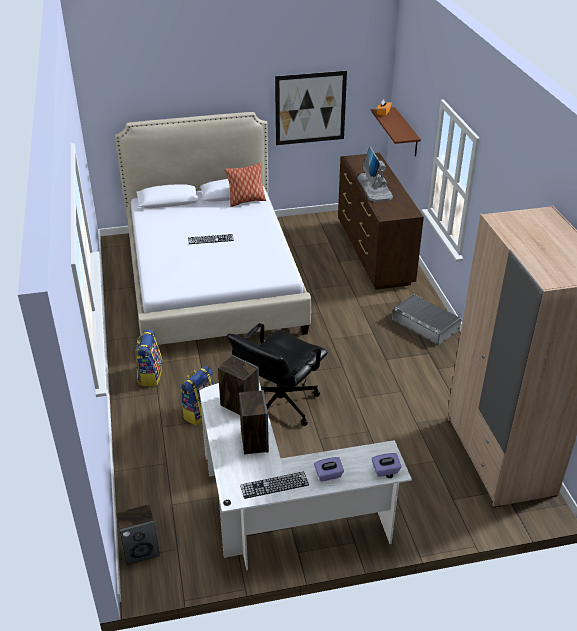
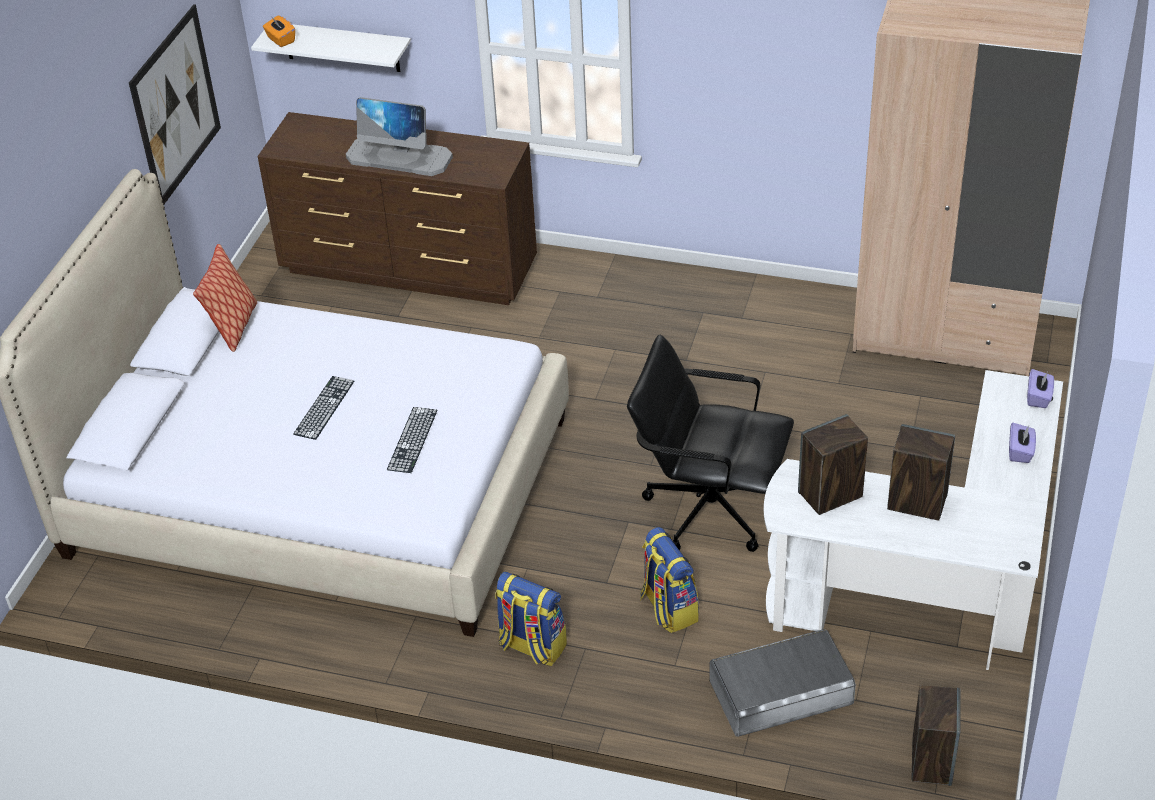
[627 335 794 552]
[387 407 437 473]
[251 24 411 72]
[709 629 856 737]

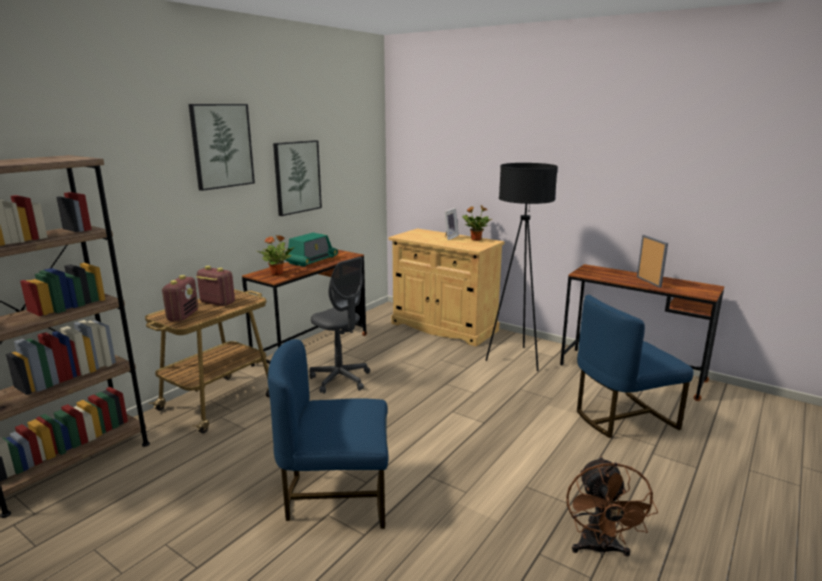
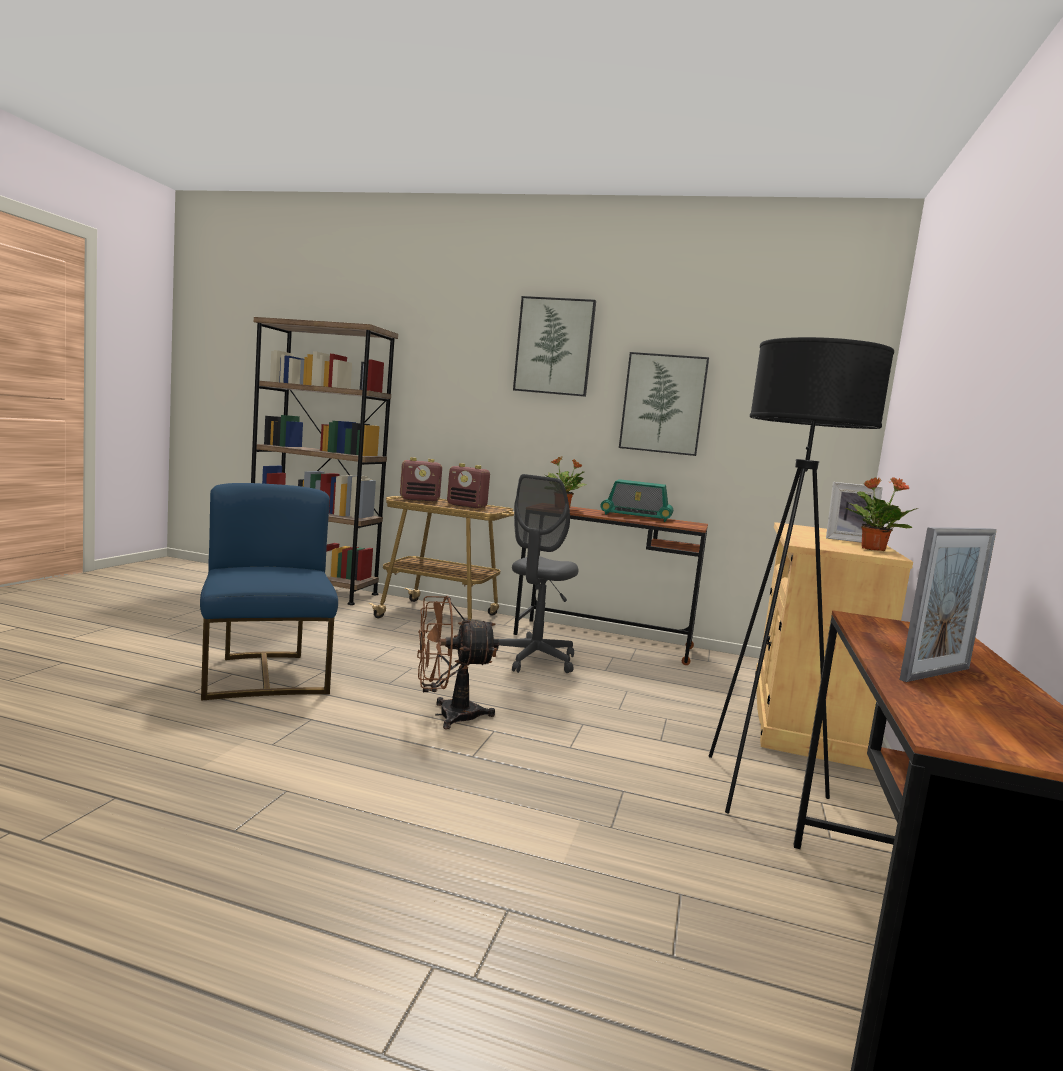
[447 463 490 508]
[417 596 499 729]
[577 295 694 438] (first image)

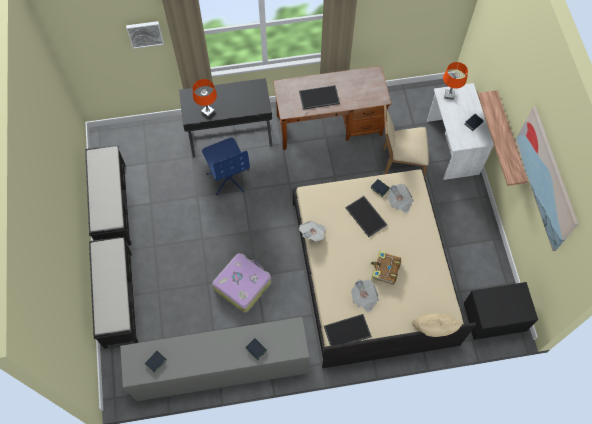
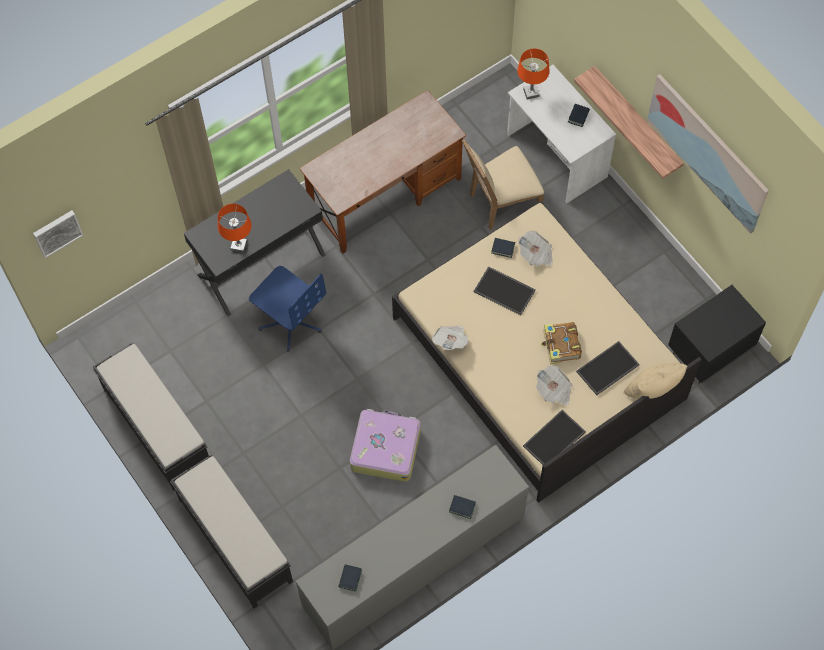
[33 210 83 258]
[576 341 640 395]

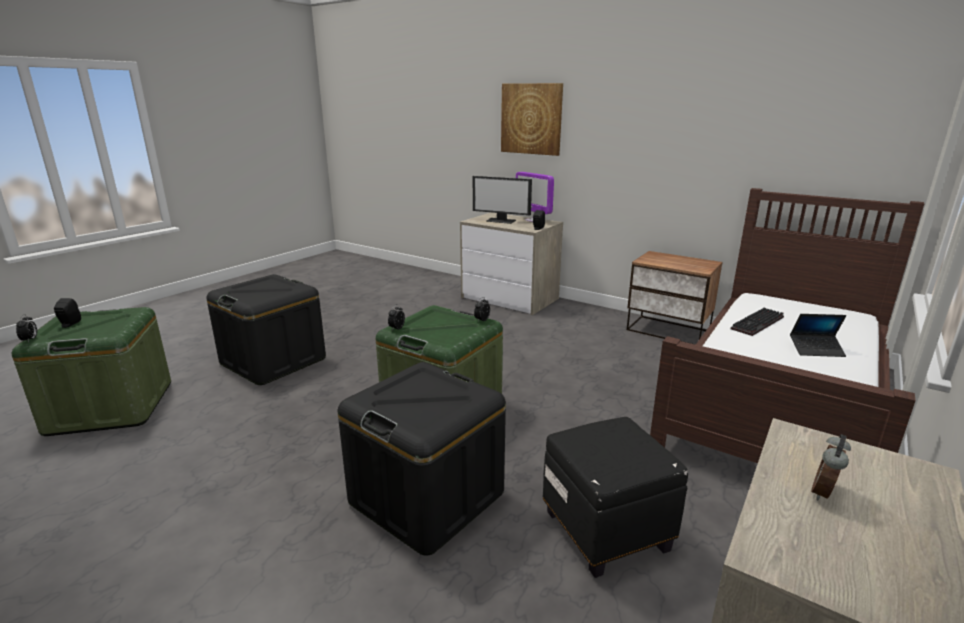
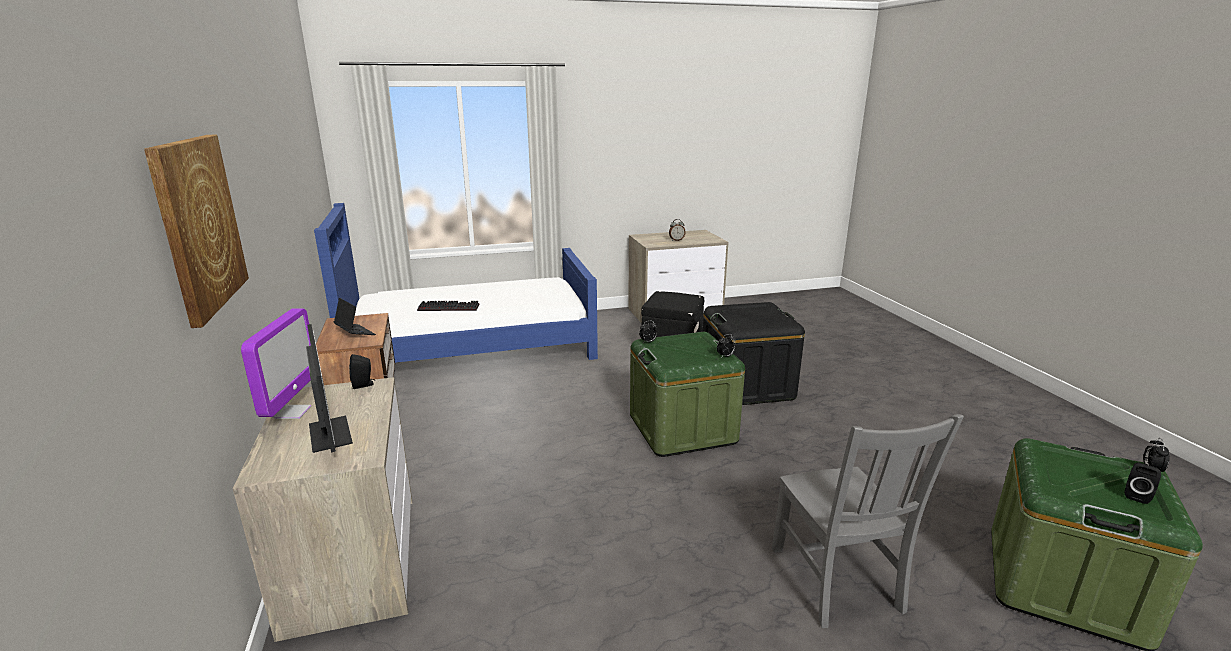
[772 414 964 628]
[314 203 598 363]
[334 298 376 335]

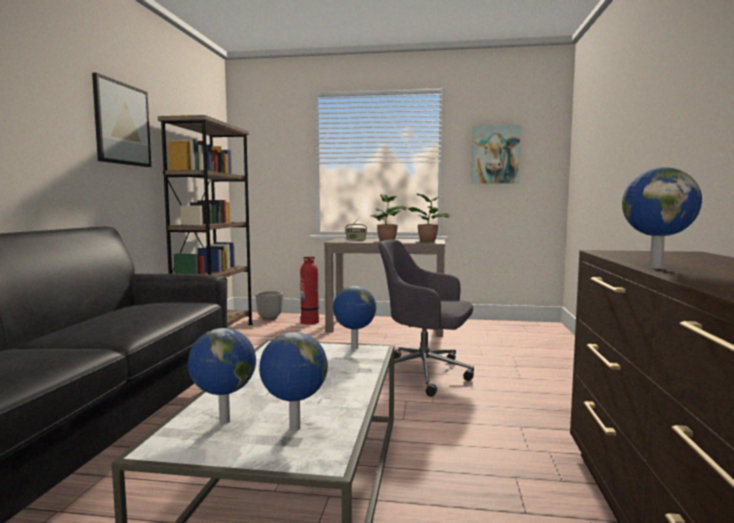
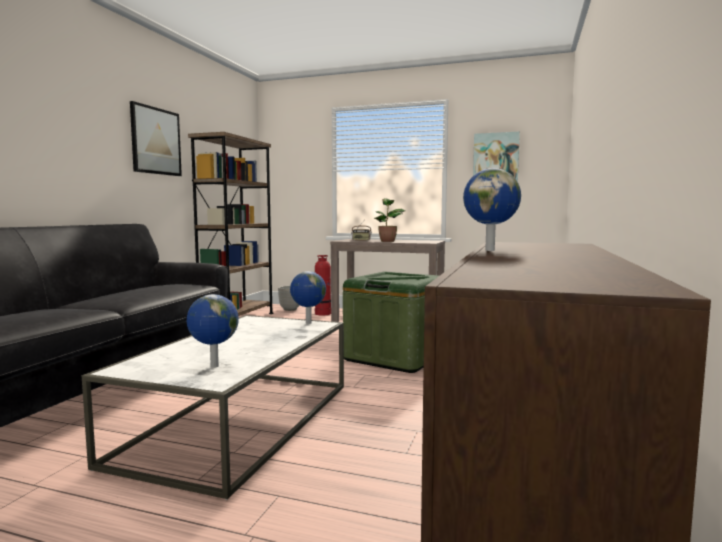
[188 328 256 424] (first image)
[343 272 439 373]
[409 194 451 242] (first image)

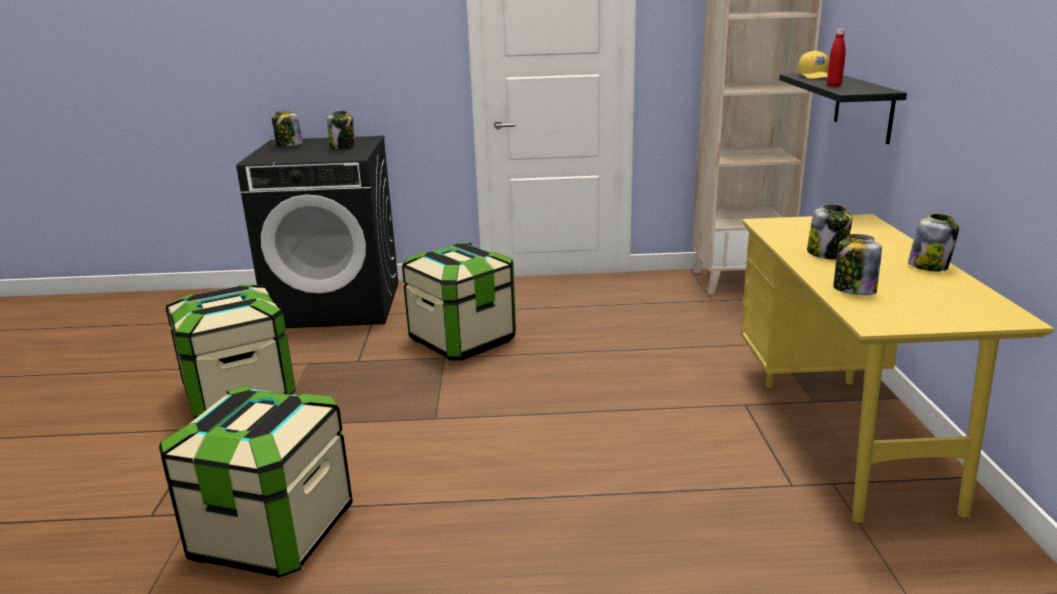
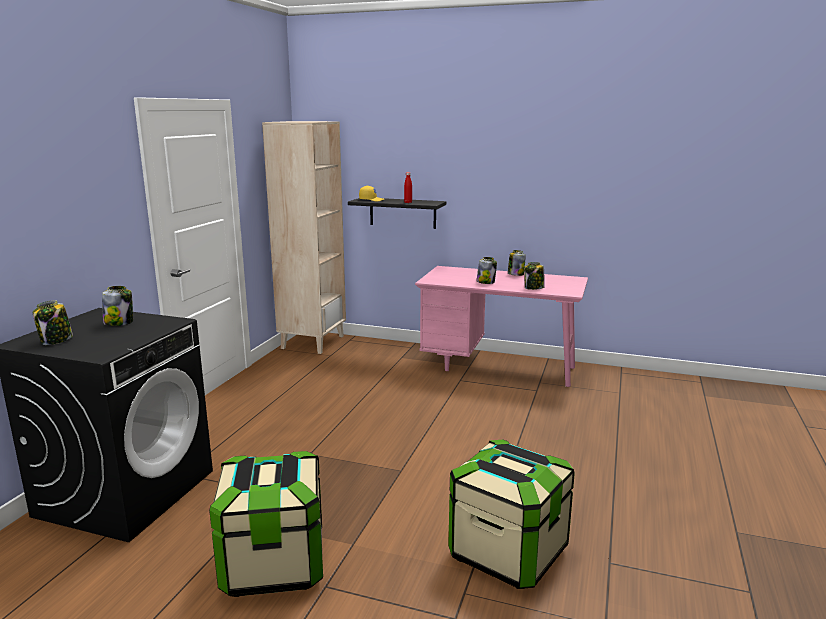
[402 243 516 360] (first image)
[415 266 588 387]

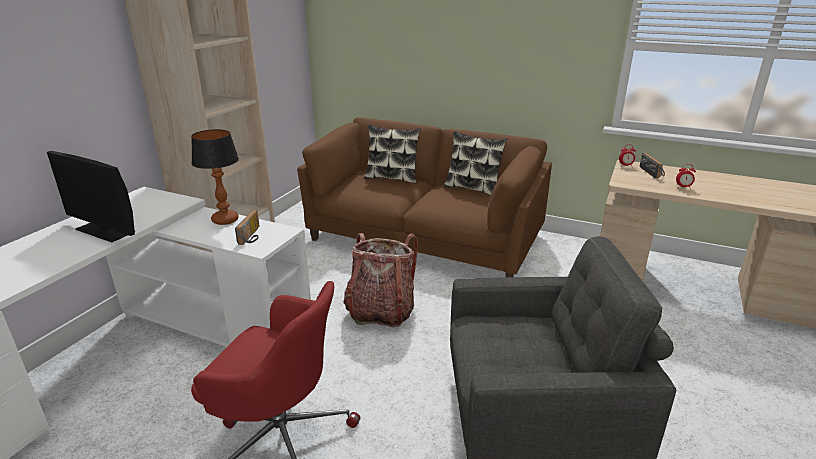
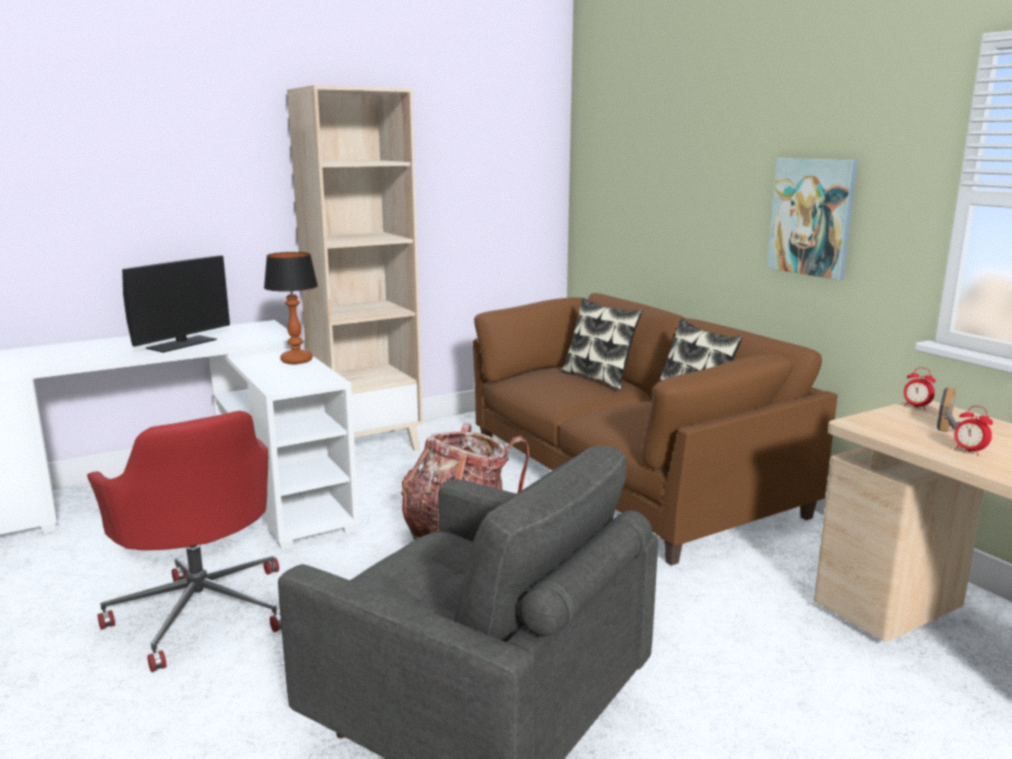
[122 255 230 353]
[235 210 260 245] (first image)
[767 158 858 280]

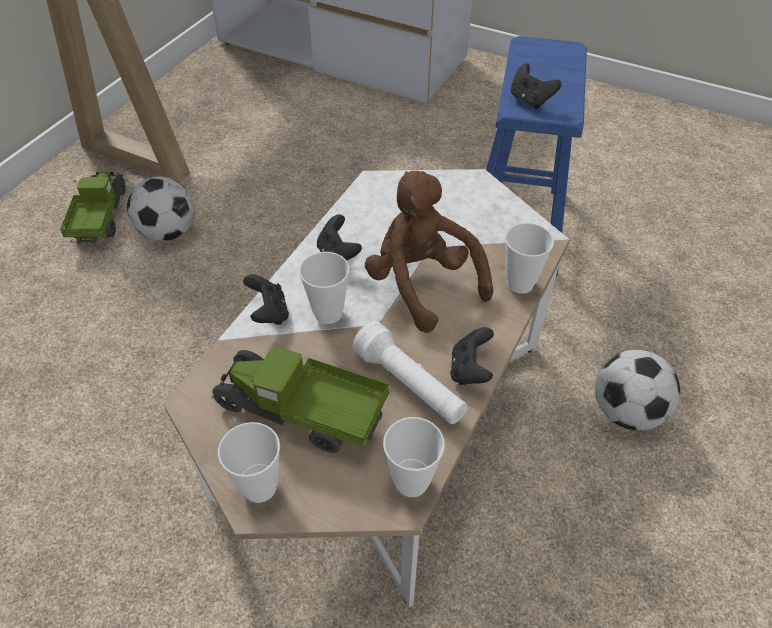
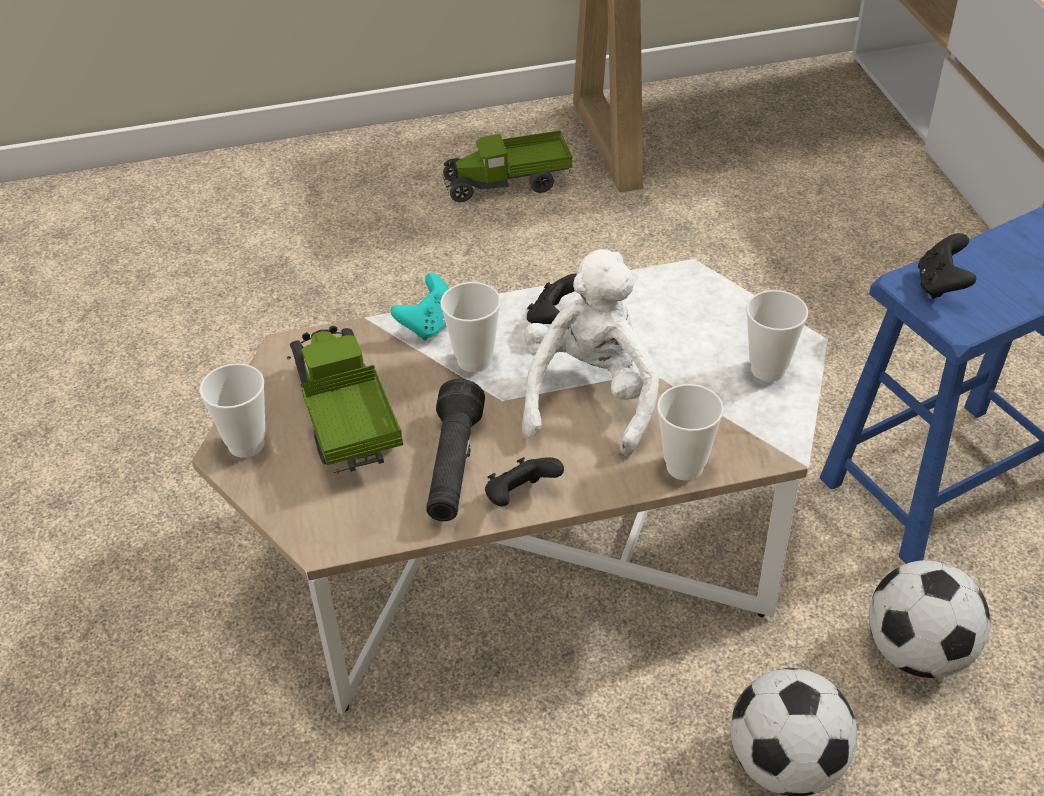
[442 130 573 202]
[869 560 990 678]
[391 273 449 340]
[426 379 485 521]
[522 249 659 456]
[746 290 808 382]

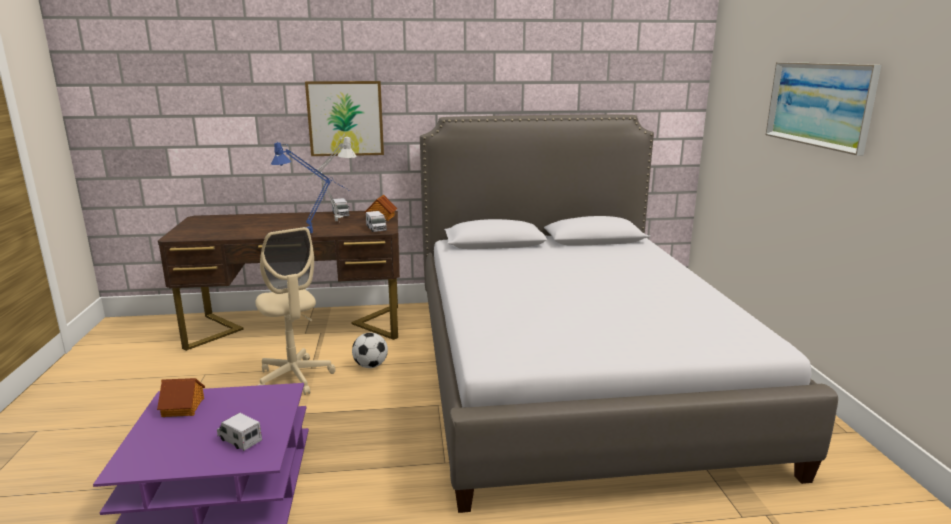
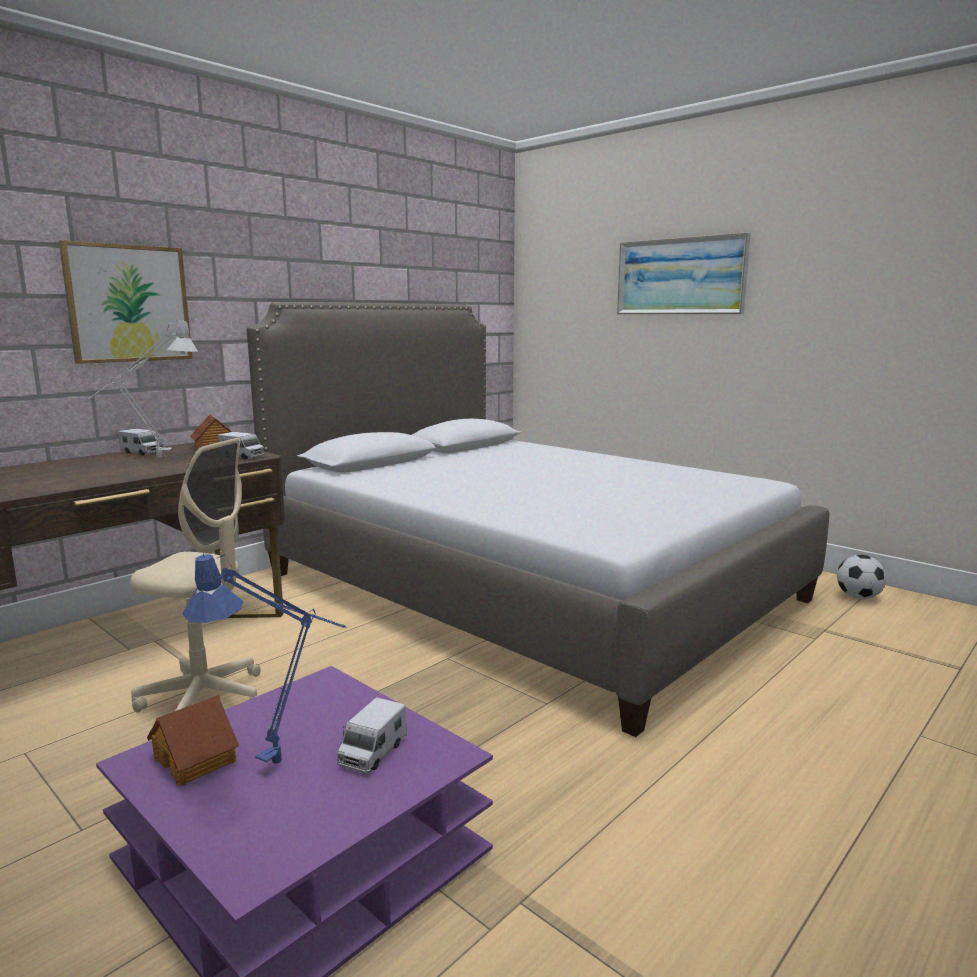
[337 697 407 774]
[182 552 346 764]
[837 555 887 599]

